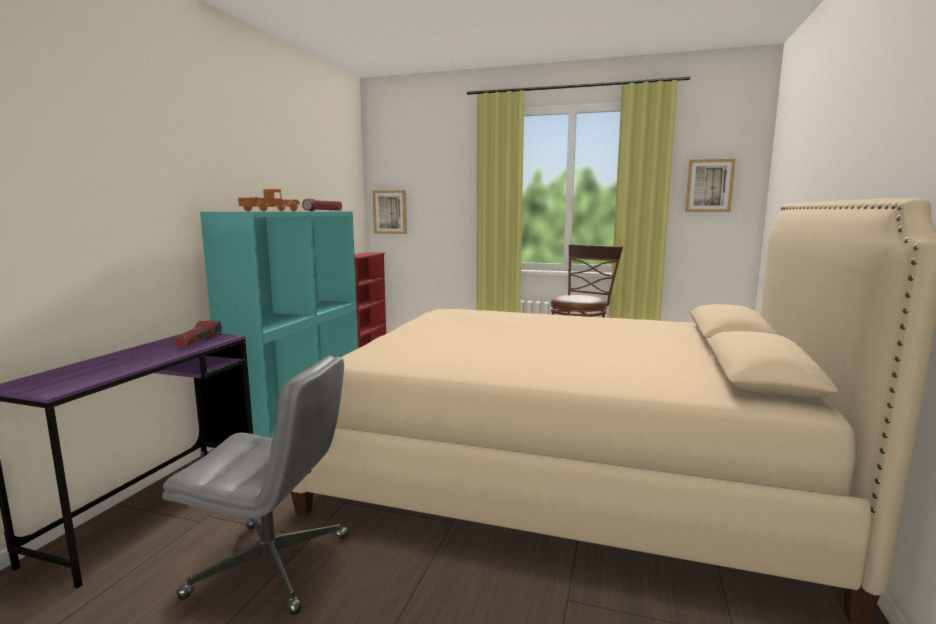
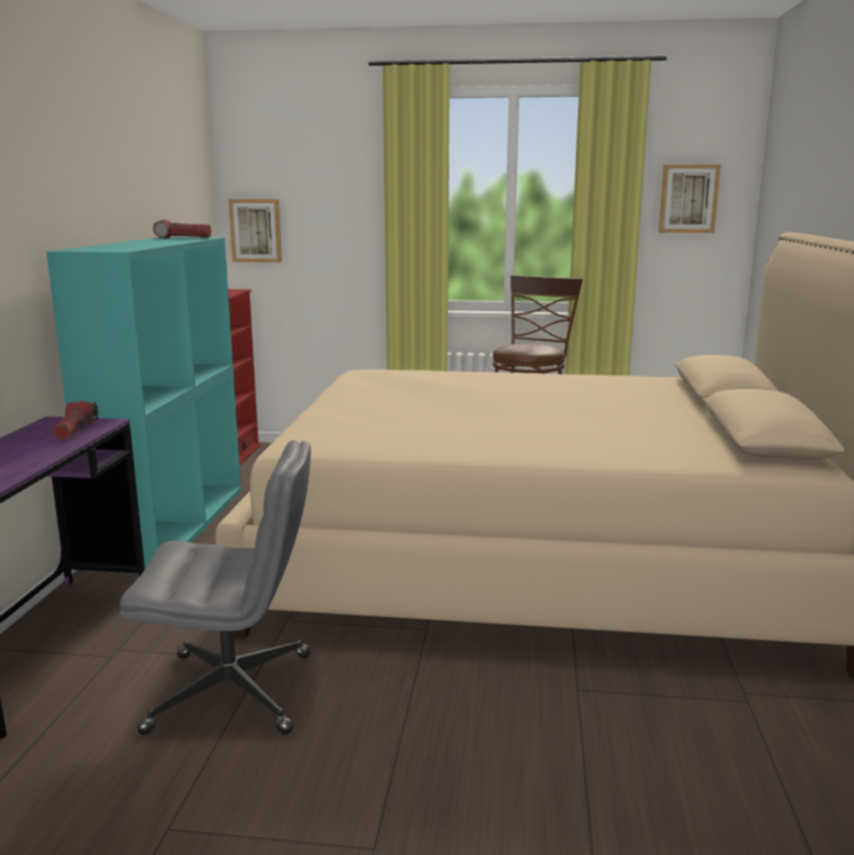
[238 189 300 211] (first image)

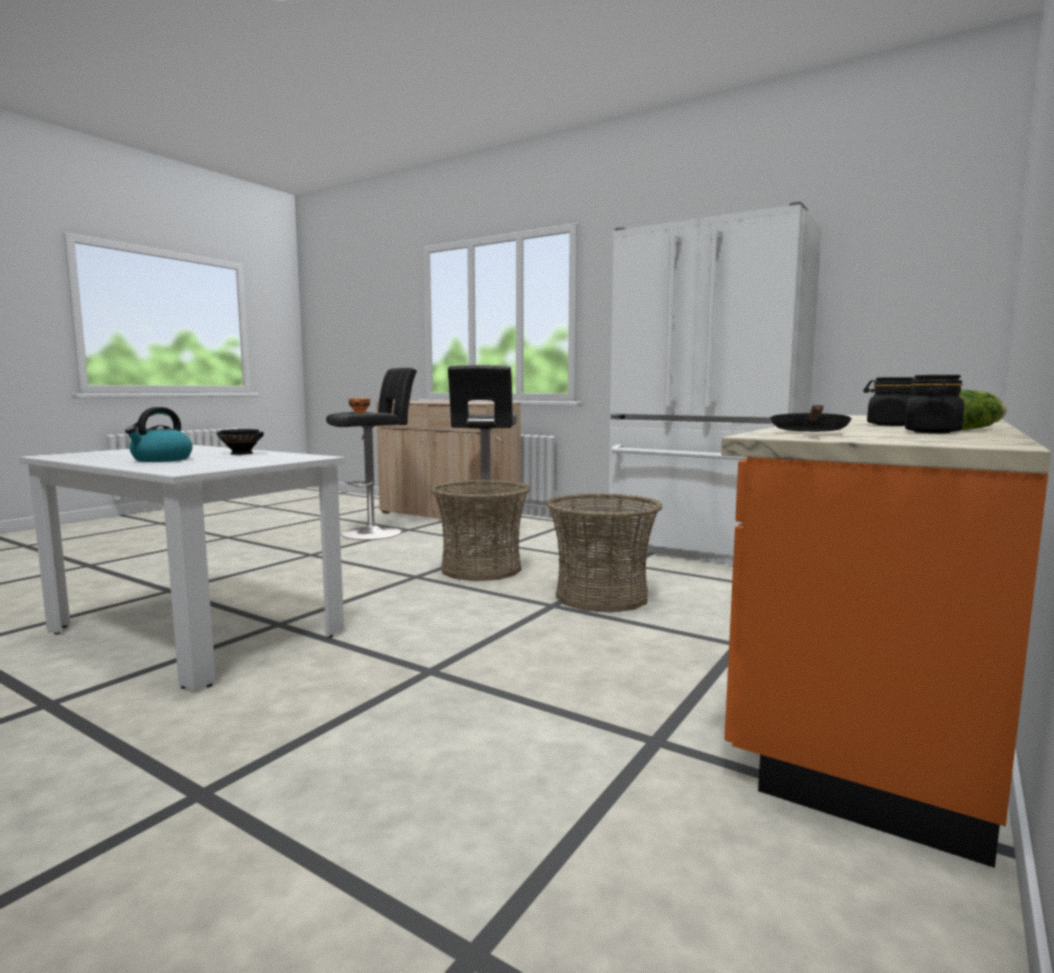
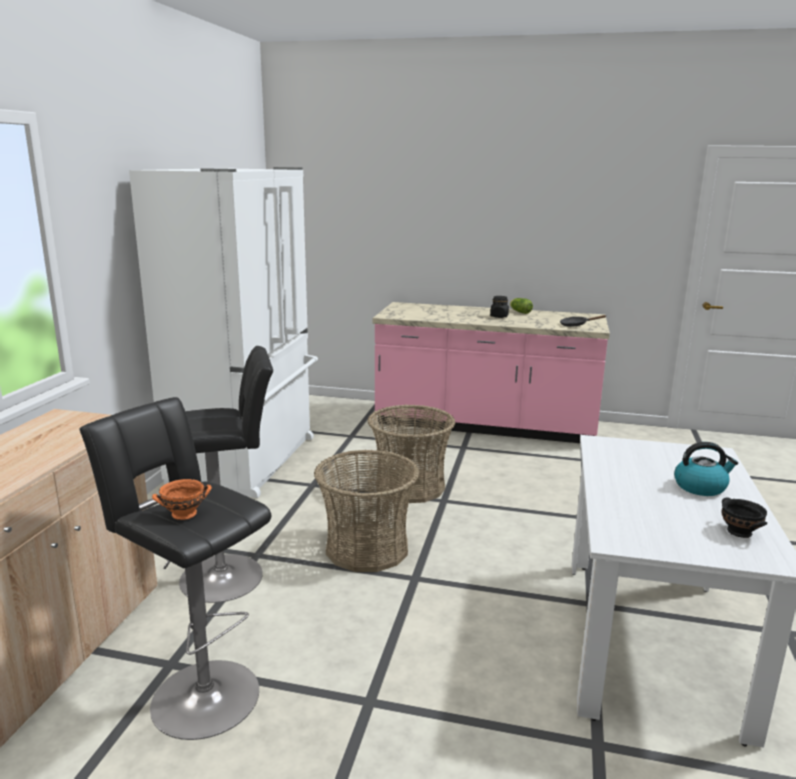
[722 497 767 538]
[373 302 610 443]
[905 375 964 433] (first image)

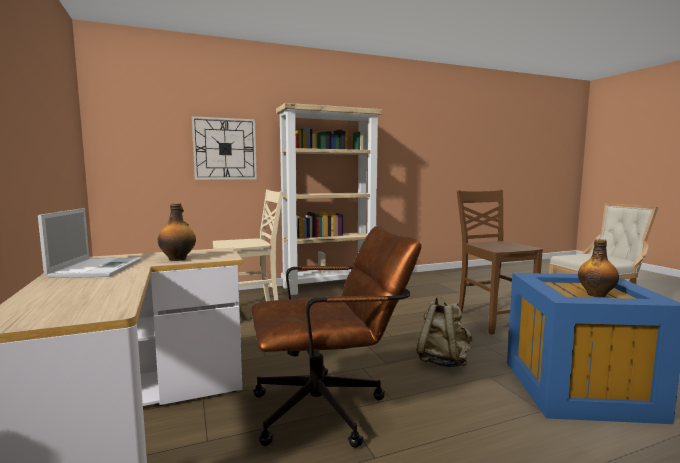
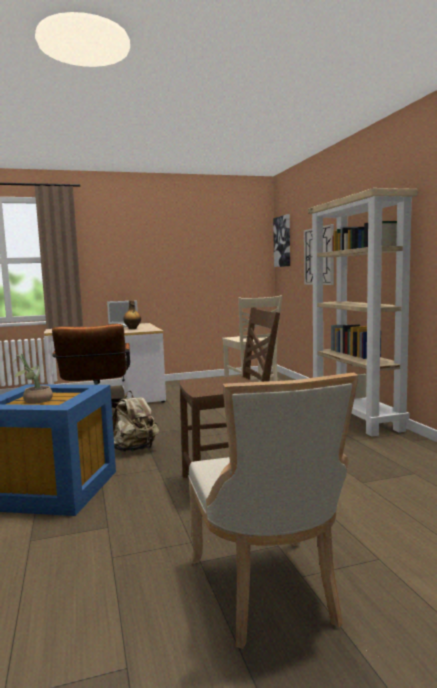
[13 353 53 404]
[273 214 290 267]

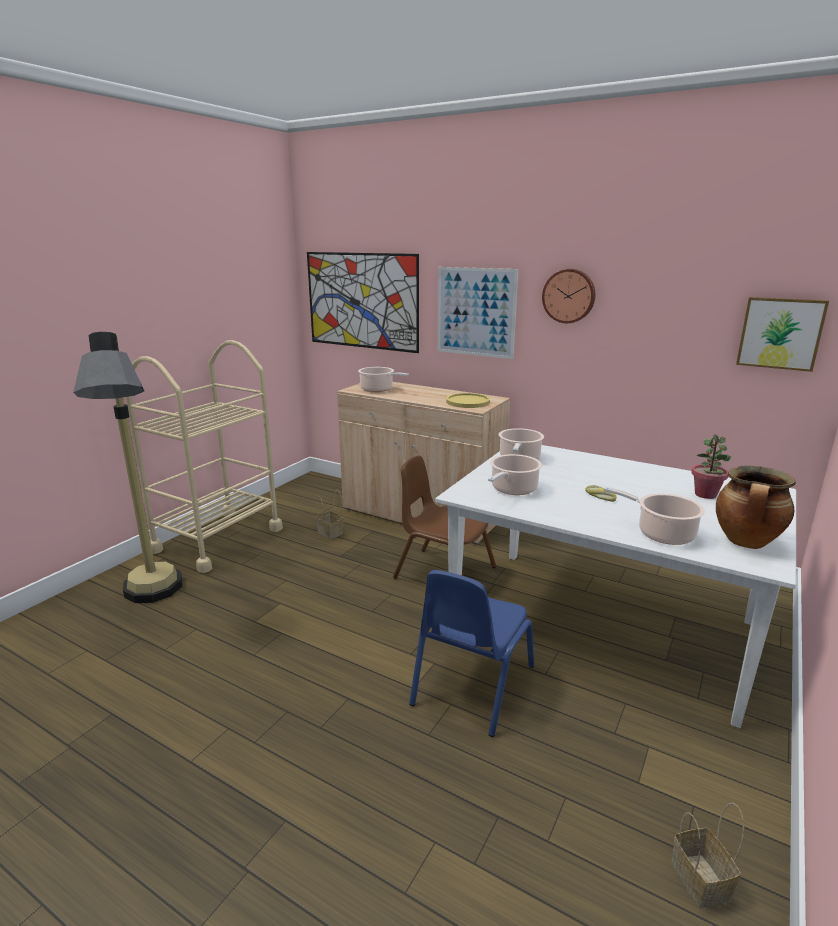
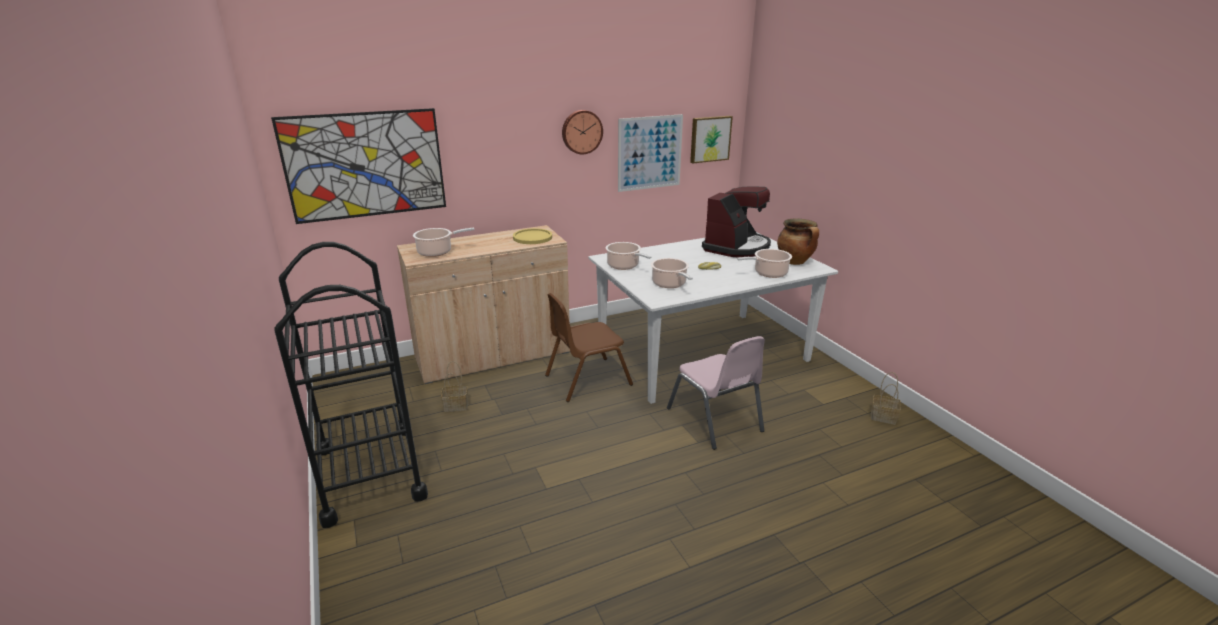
[73 332 182 603] (first image)
[274 242 428 528]
[667 336 765 450]
[618 114 683 192]
[702 186 771 258]

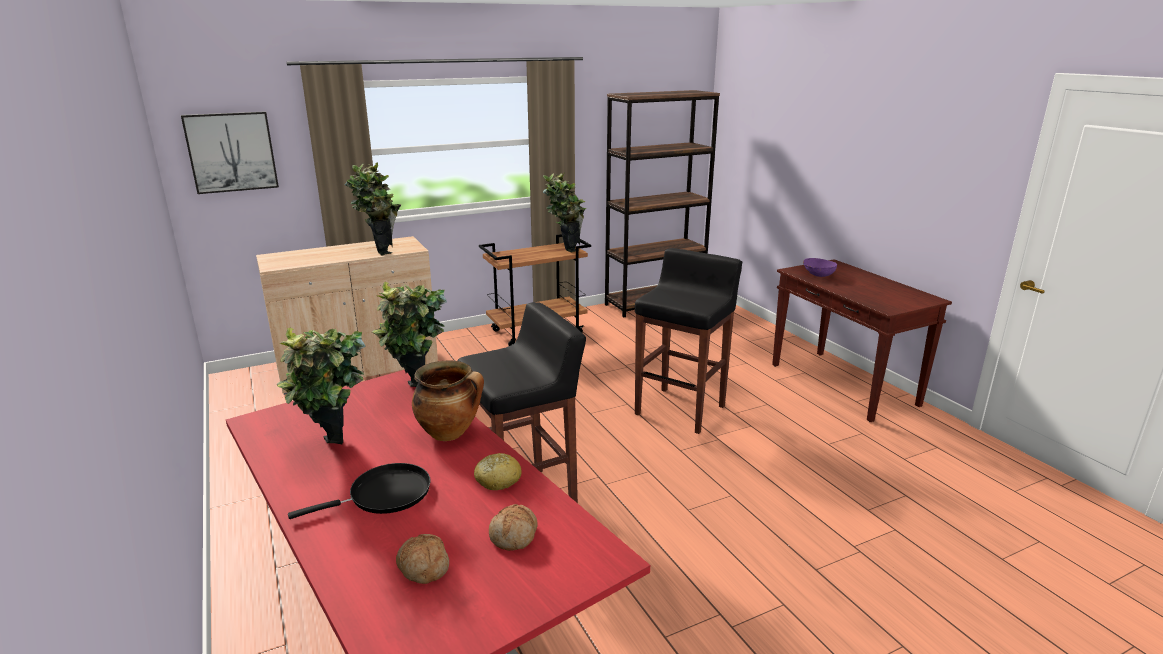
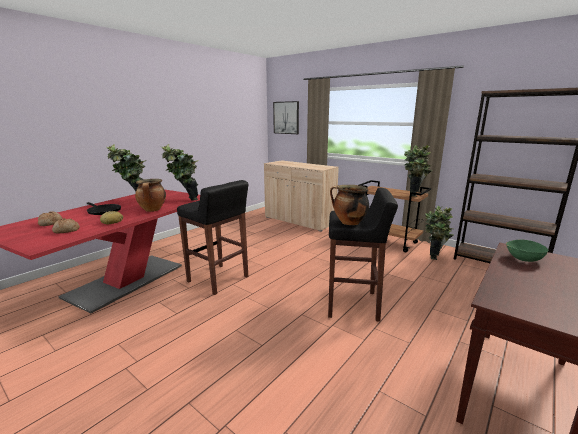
[425 206 454 260]
[506 239 548 262]
[330 185 369 225]

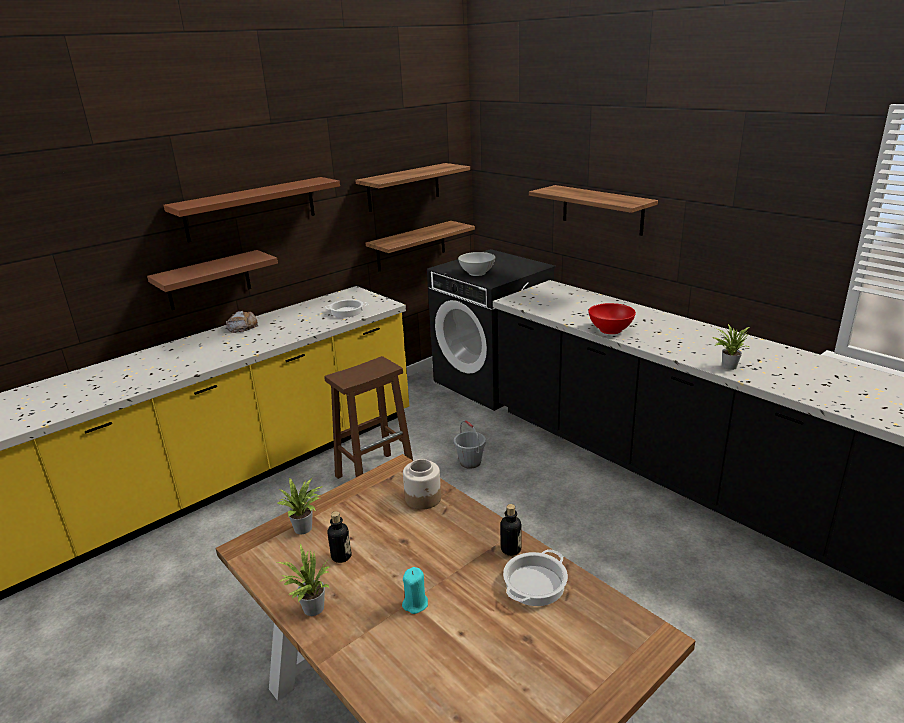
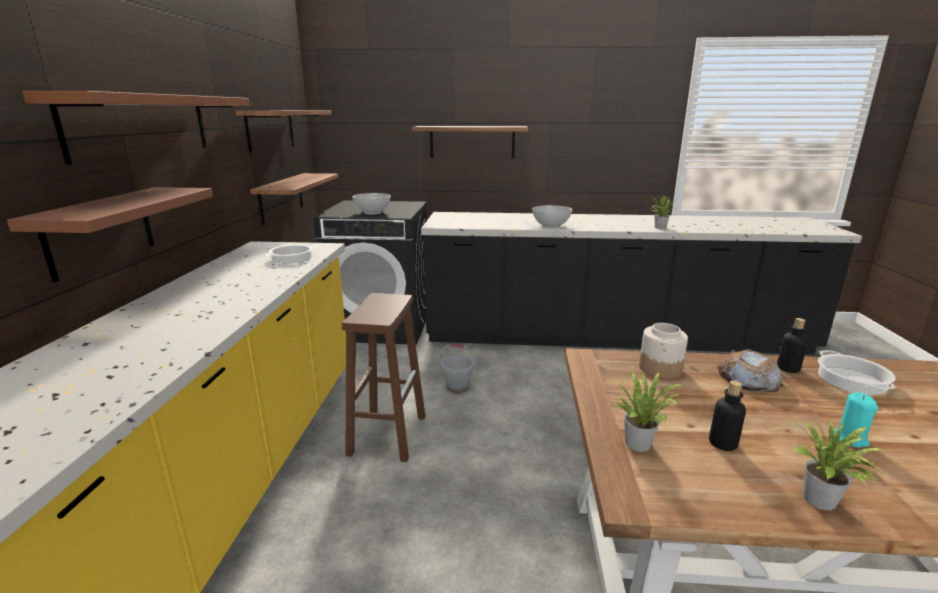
[717 349 783 392]
[532 205 572 228]

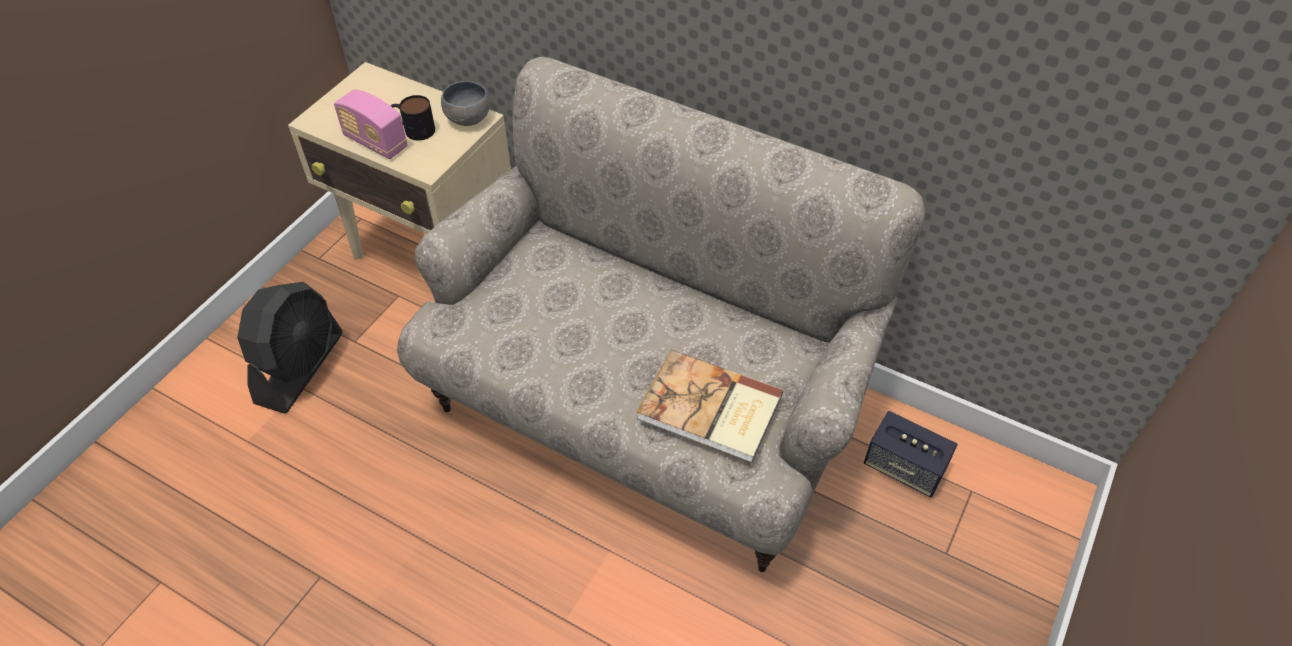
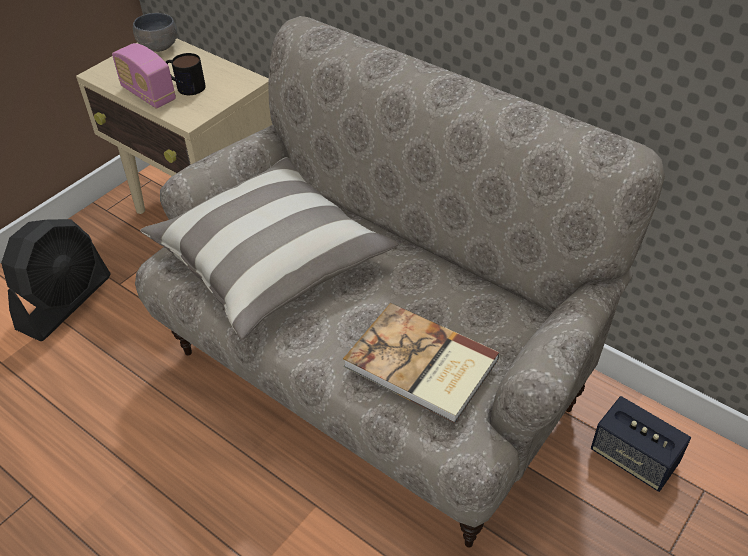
[133 13 177 52]
[140 157 399 340]

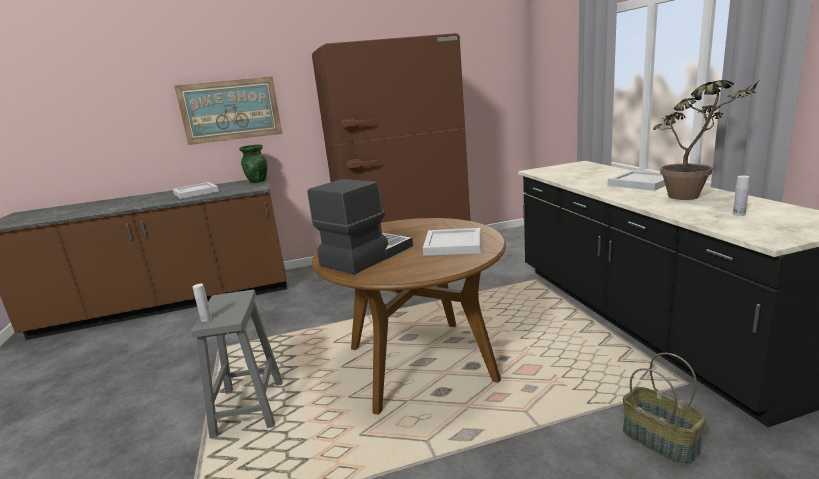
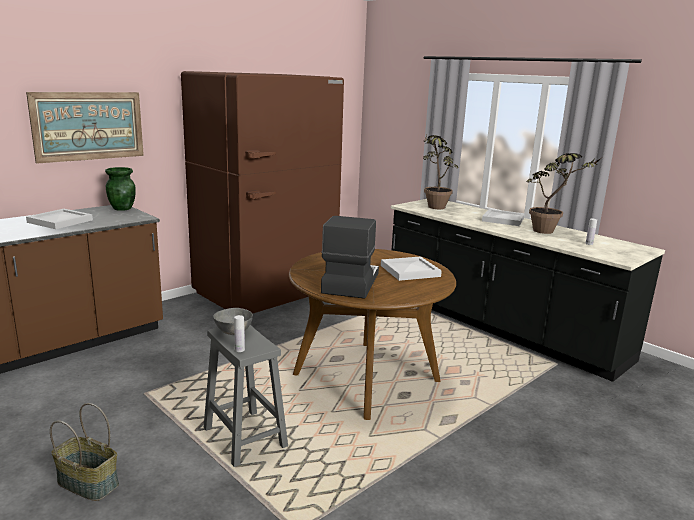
[50 403 119 501]
[213 308 253 335]
[423 135 458 209]

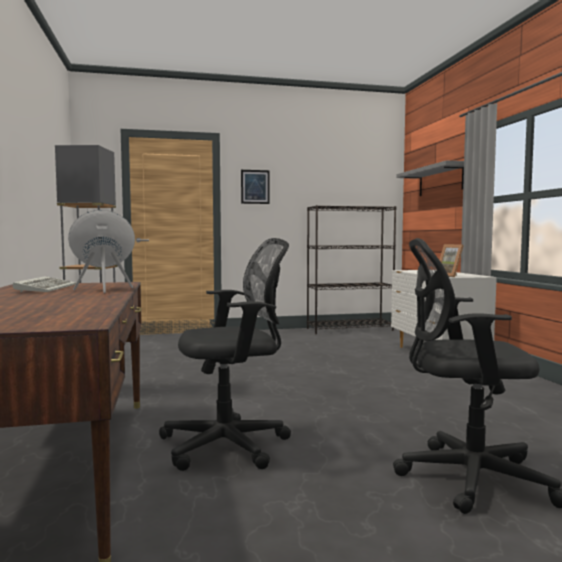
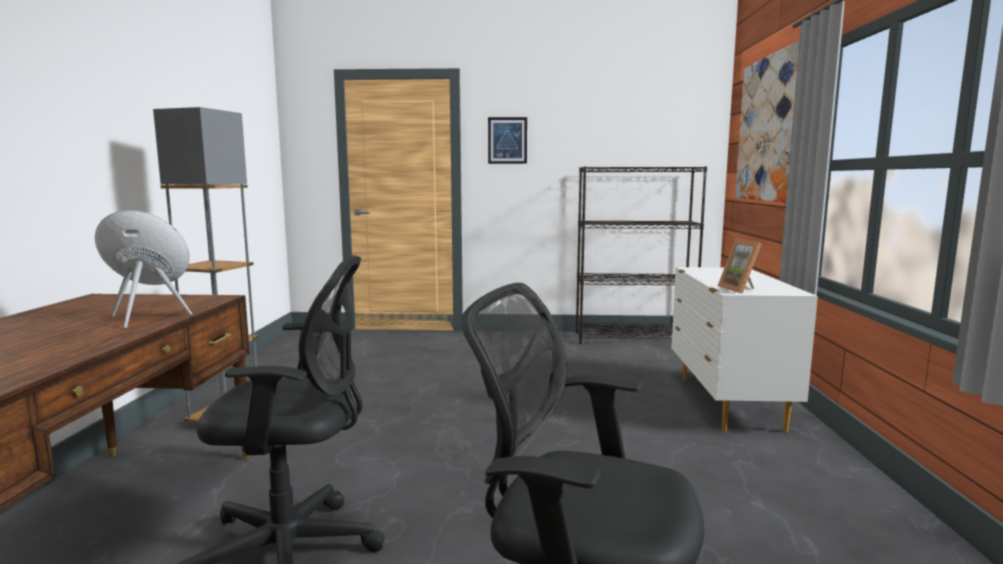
[13 276 76 292] (first image)
[735 40 800 203]

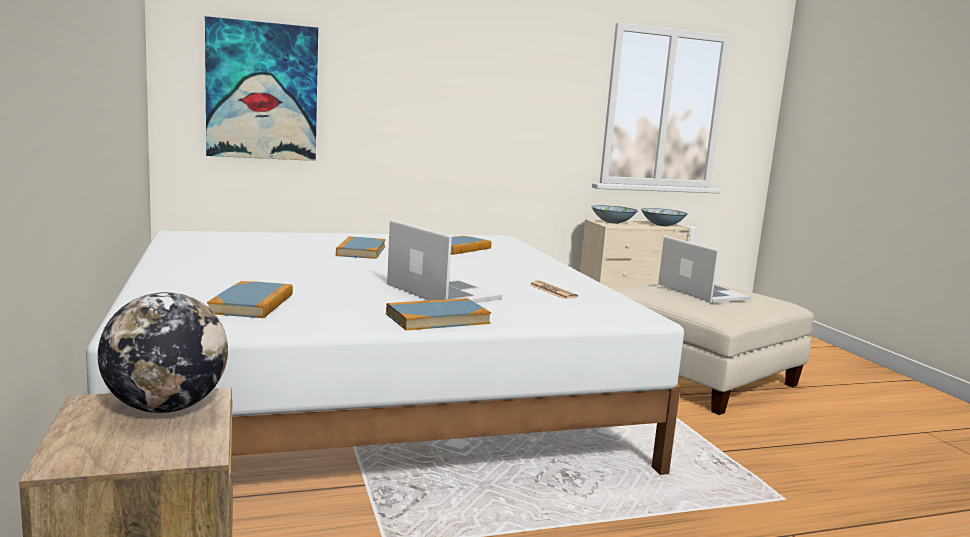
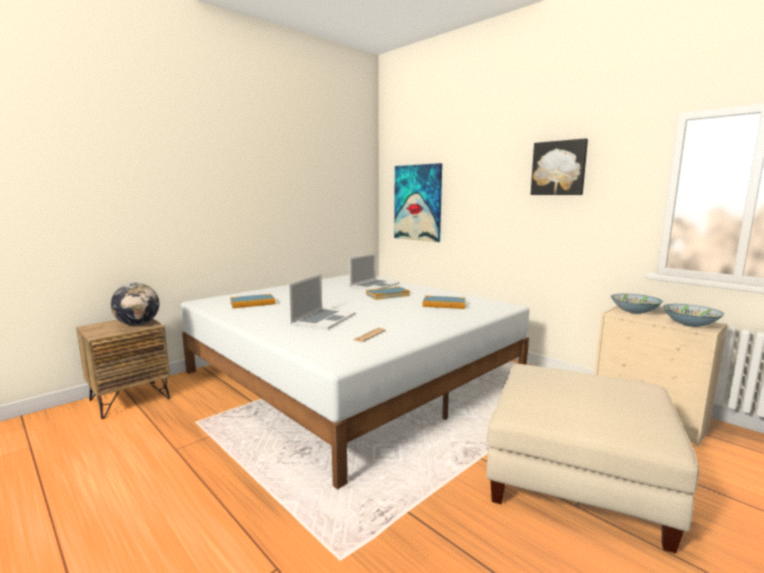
[386 298 491 330] (first image)
[349 253 400 290]
[531 138 588 195]

